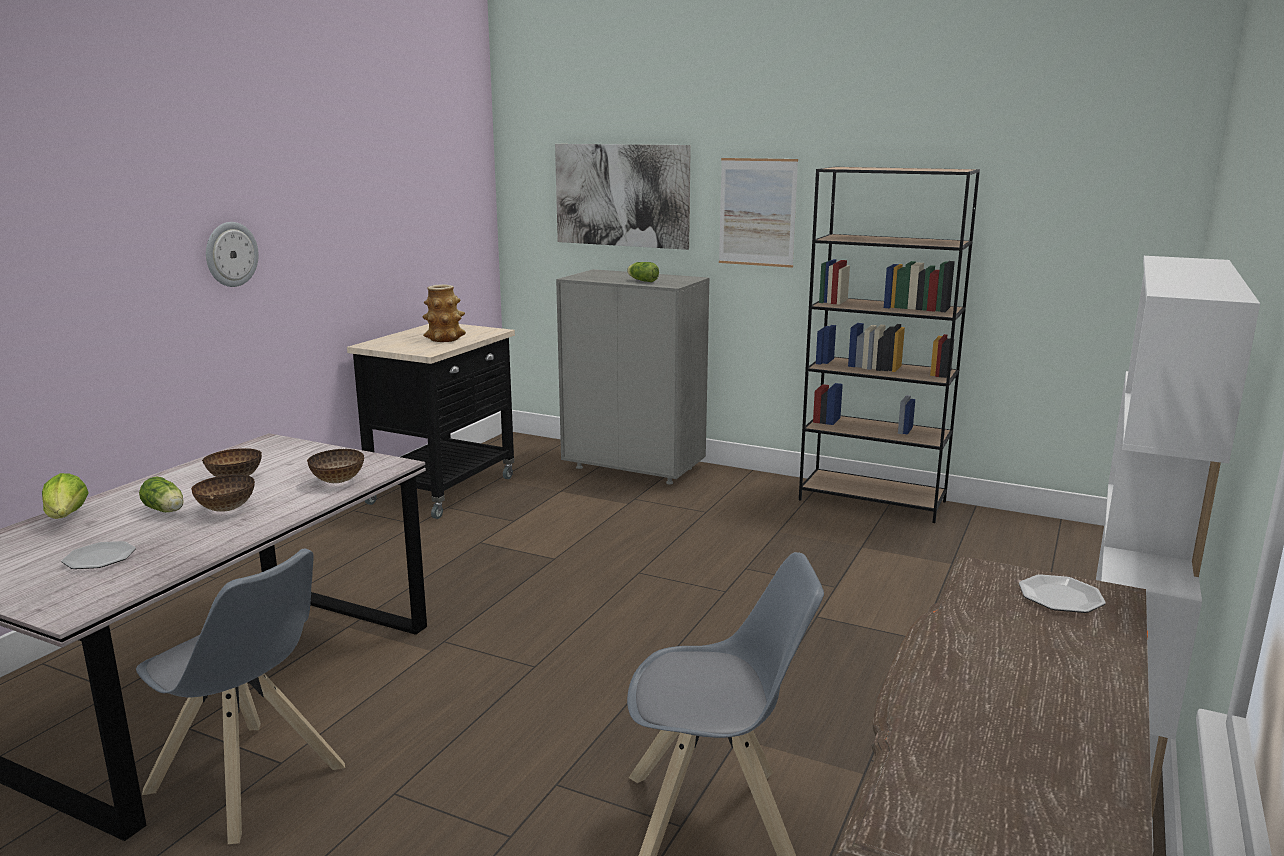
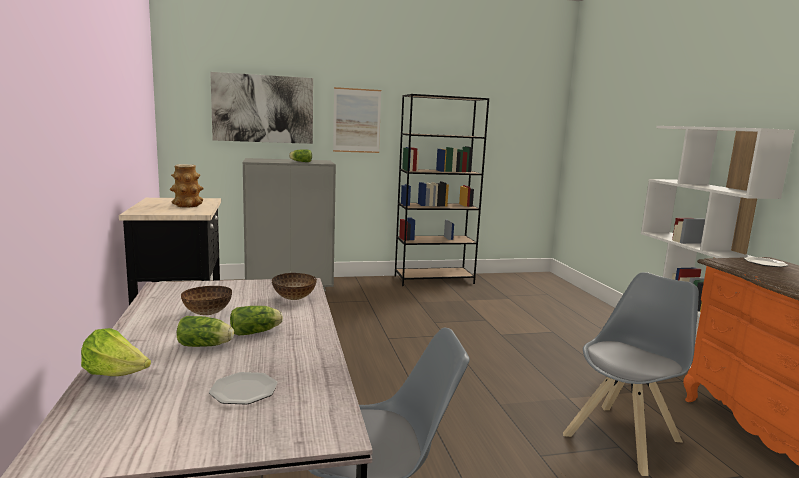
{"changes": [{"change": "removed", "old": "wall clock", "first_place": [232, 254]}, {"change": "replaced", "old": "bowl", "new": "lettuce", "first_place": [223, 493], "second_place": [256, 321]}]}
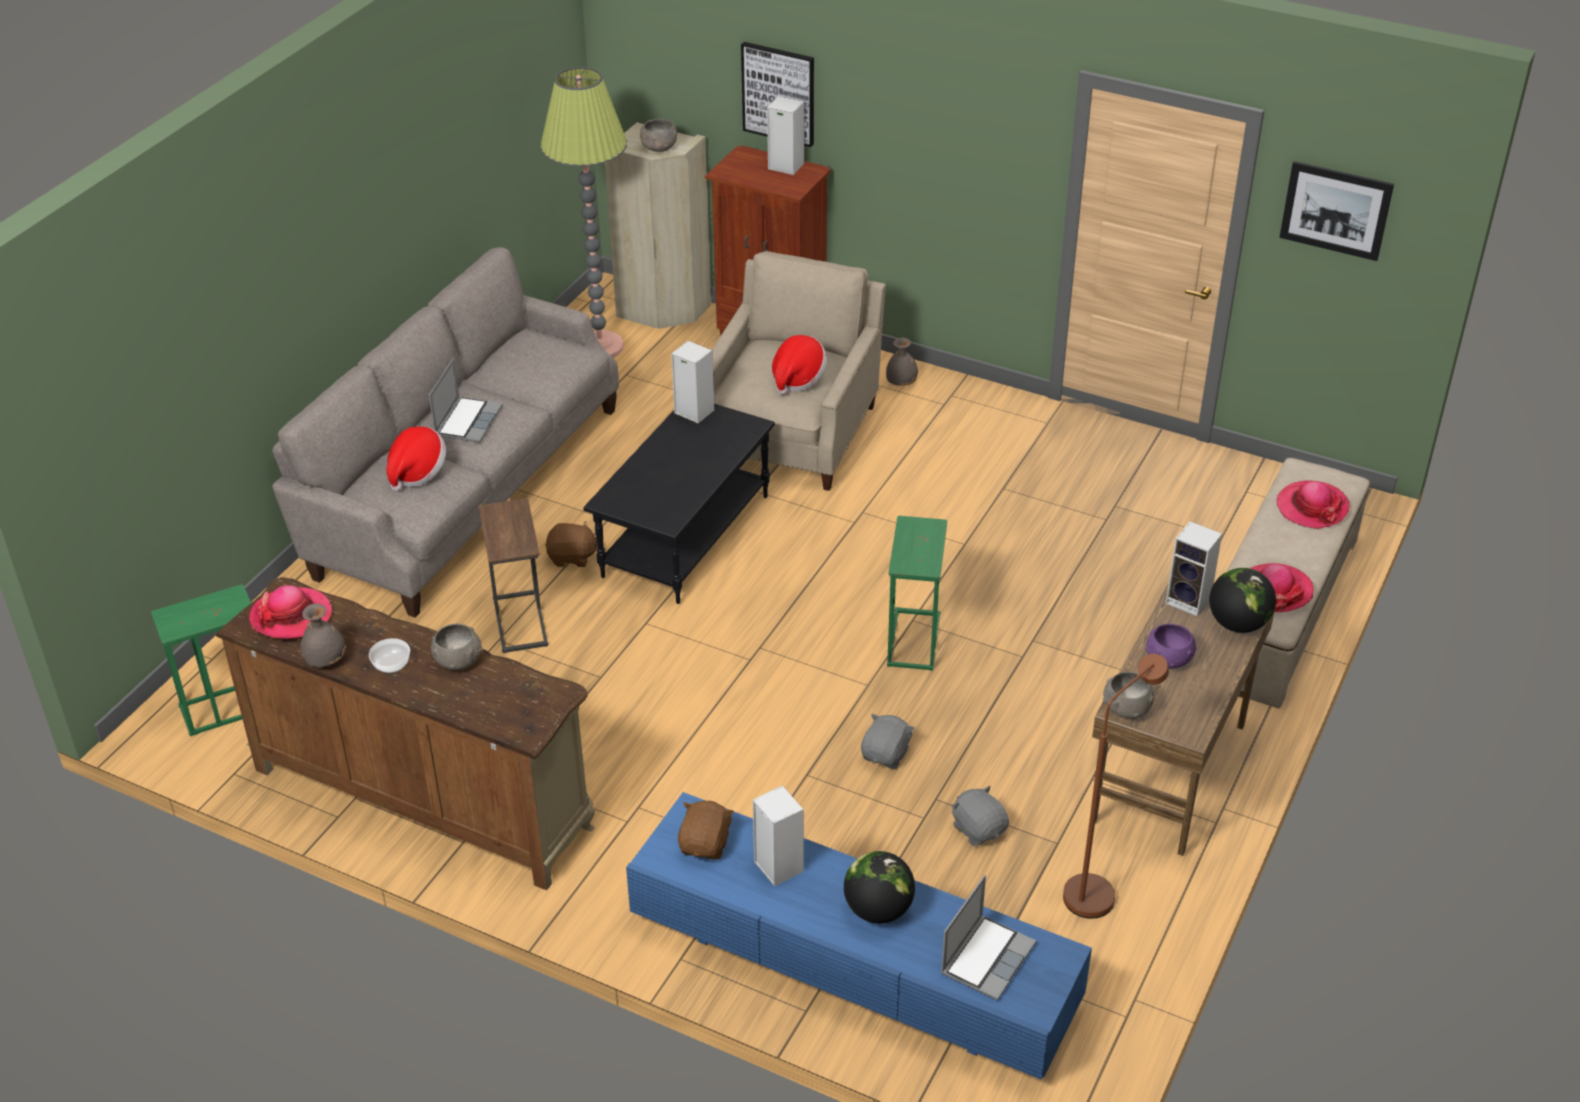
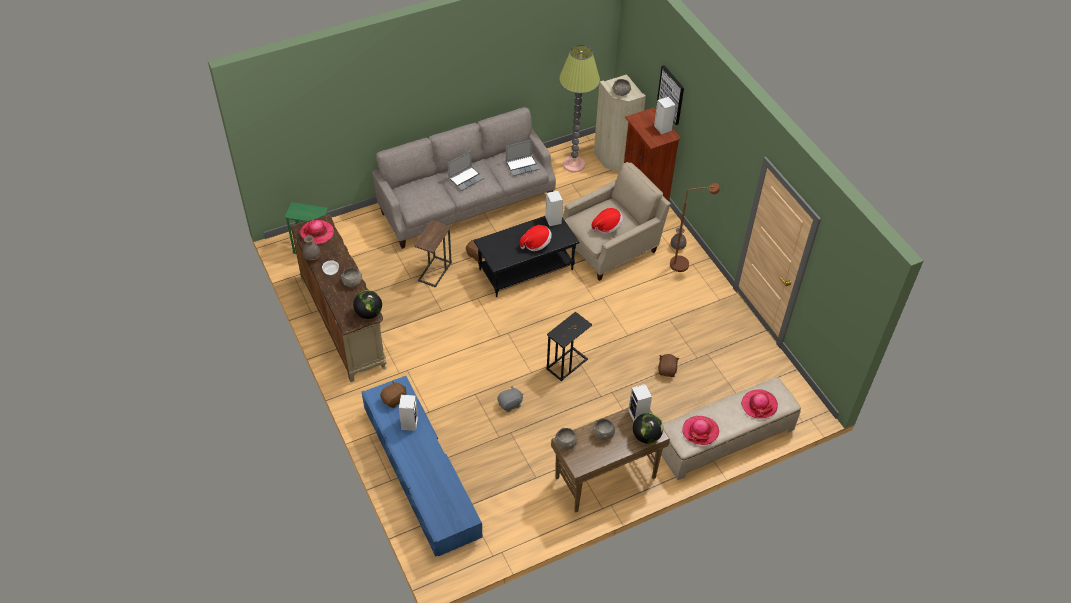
{"changes": [{"change": "removed", "old": "picture", "first_place": [1336, 211]}, {"change": "moved", "old": "hat", "first_place": [416, 458], "second_place": [536, 238]}, {"change": "recoloured", "old": "side table/green", "new": "side table/black", "first_place": [917, 593], "second_place": [569, 346]}, {"change": "recoloured", "old": "bowl/purple", "new": "bowl/grey", "first_place": [1171, 646], "second_place": [604, 429]}, {"change": "moved", "old": "floor lamp/brown", "first_place": [1116, 786], "second_place": [695, 227]}, {"change": "removed", "old": "plush toy/grey", "first_place": [980, 816]}, {"change": "moved", "old": "globe", "first_place": [879, 887], "second_place": [367, 304]}, {"change": "moved", "old": "laptop", "first_place": [988, 938], "second_place": [522, 158]}, {"change": "added", "new": "plush toy/brown", "second_place": [668, 365]}]}
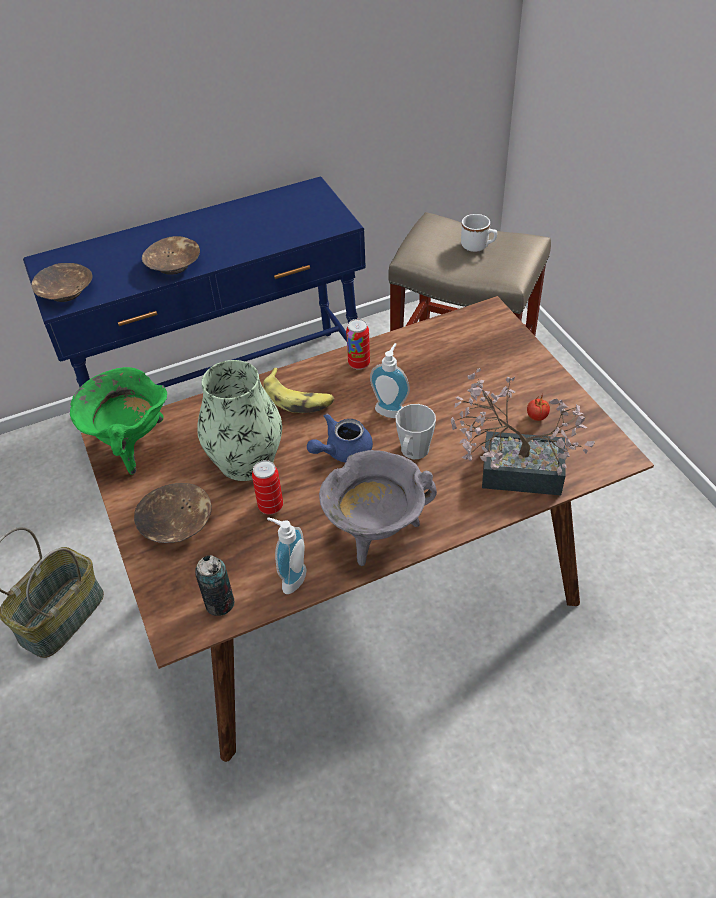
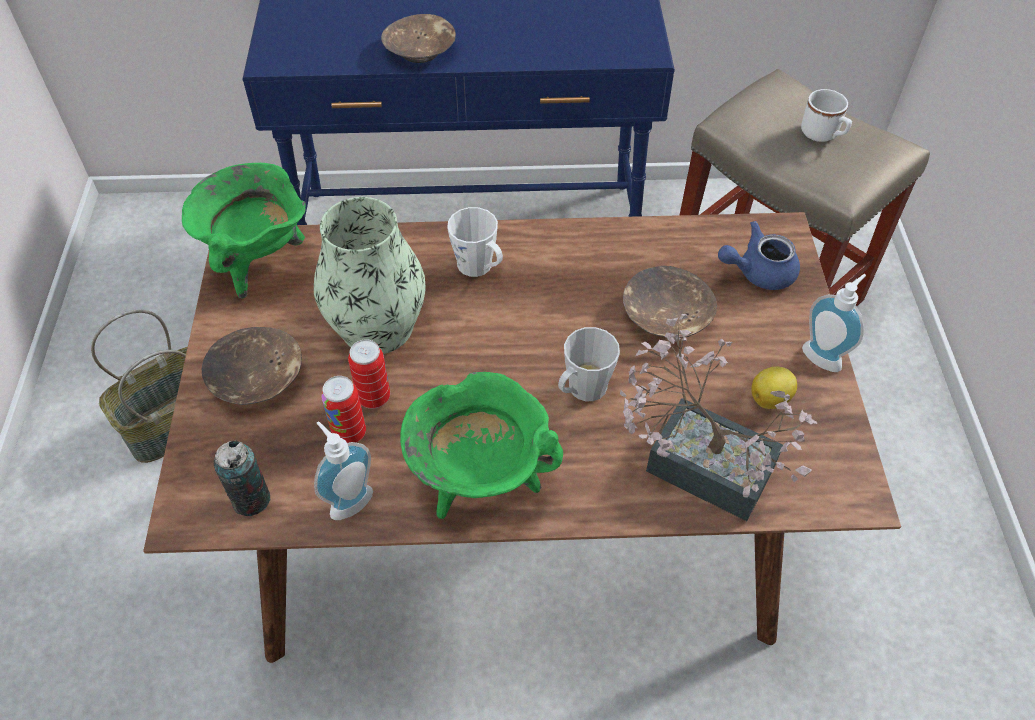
{"changes": [{"change": "moved", "old": "bowl/brown", "first_place": [62, 282], "second_place": [670, 302]}, {"change": "moved", "old": "can", "first_place": [358, 344], "second_place": [343, 409]}, {"change": "moved", "old": "soap dispenser", "first_place": [390, 380], "second_place": [834, 323]}, {"change": "replaced", "old": "banana", "new": "mug/white", "first_place": [298, 390], "second_place": [475, 242]}, {"change": "replaced", "old": "tomato", "new": "lemon", "first_place": [538, 407], "second_place": [774, 388]}, {"change": "moved", "old": "teapot/blue", "first_place": [340, 438], "second_place": [759, 255]}, {"change": "recoloured", "old": "cooking pot/grey", "new": "cooking pot/green", "first_place": [378, 508], "second_place": [481, 445]}]}
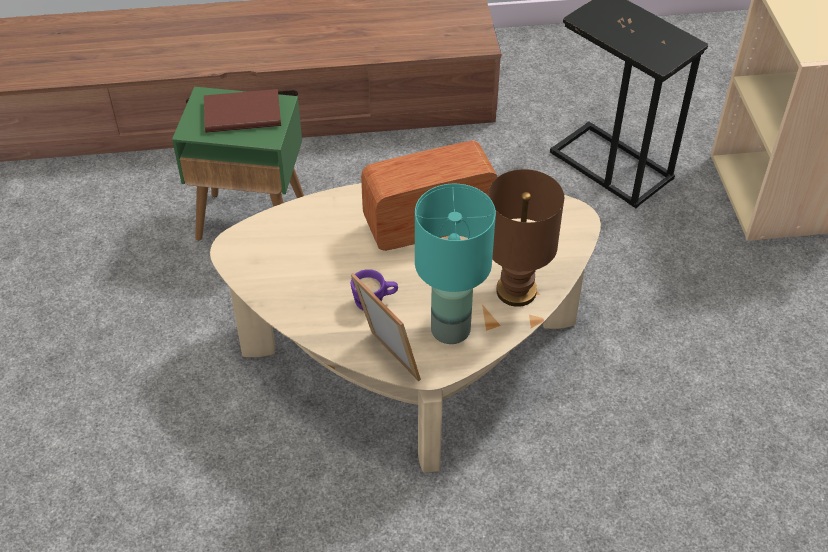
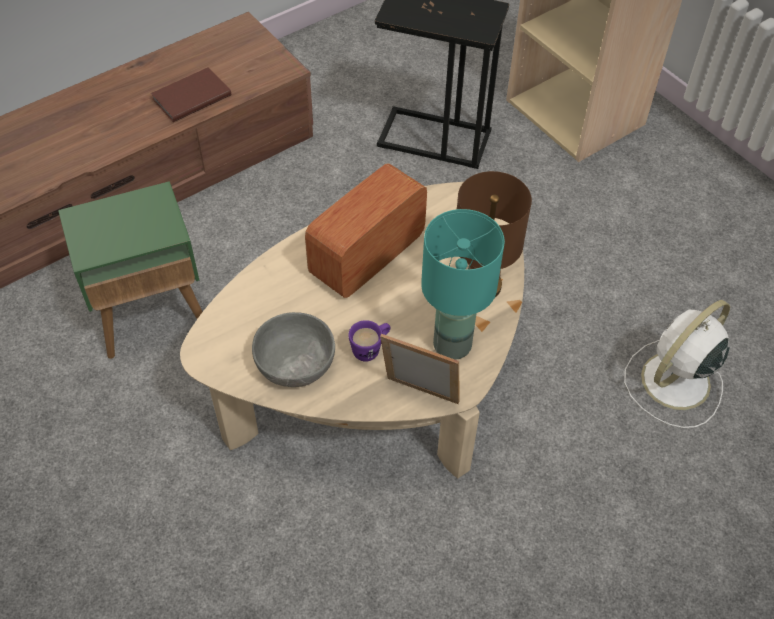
{"changes": [{"change": "moved", "old": "book/brown", "first_place": [242, 111], "second_place": [191, 94]}, {"change": "added", "new": "fan/white", "second_place": [677, 364]}, {"change": "added", "new": "bowl/grey", "second_place": [293, 349]}]}
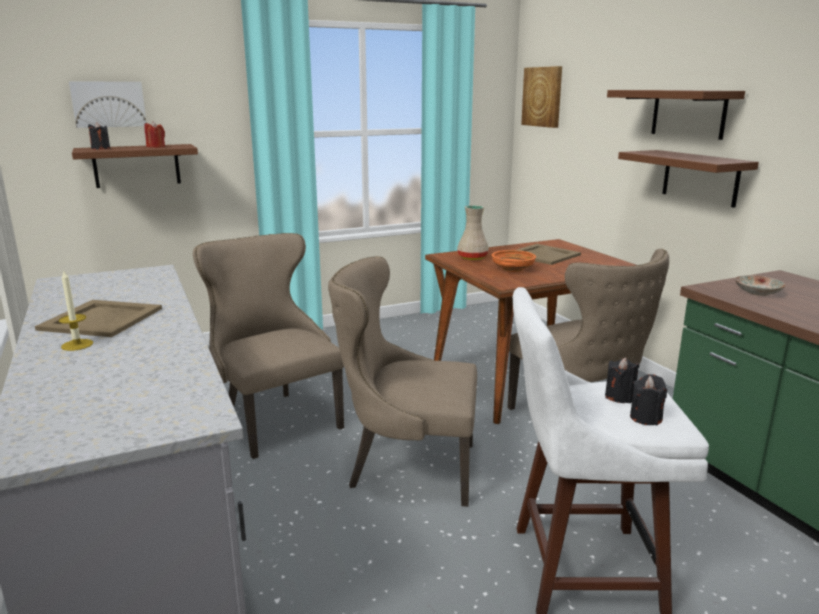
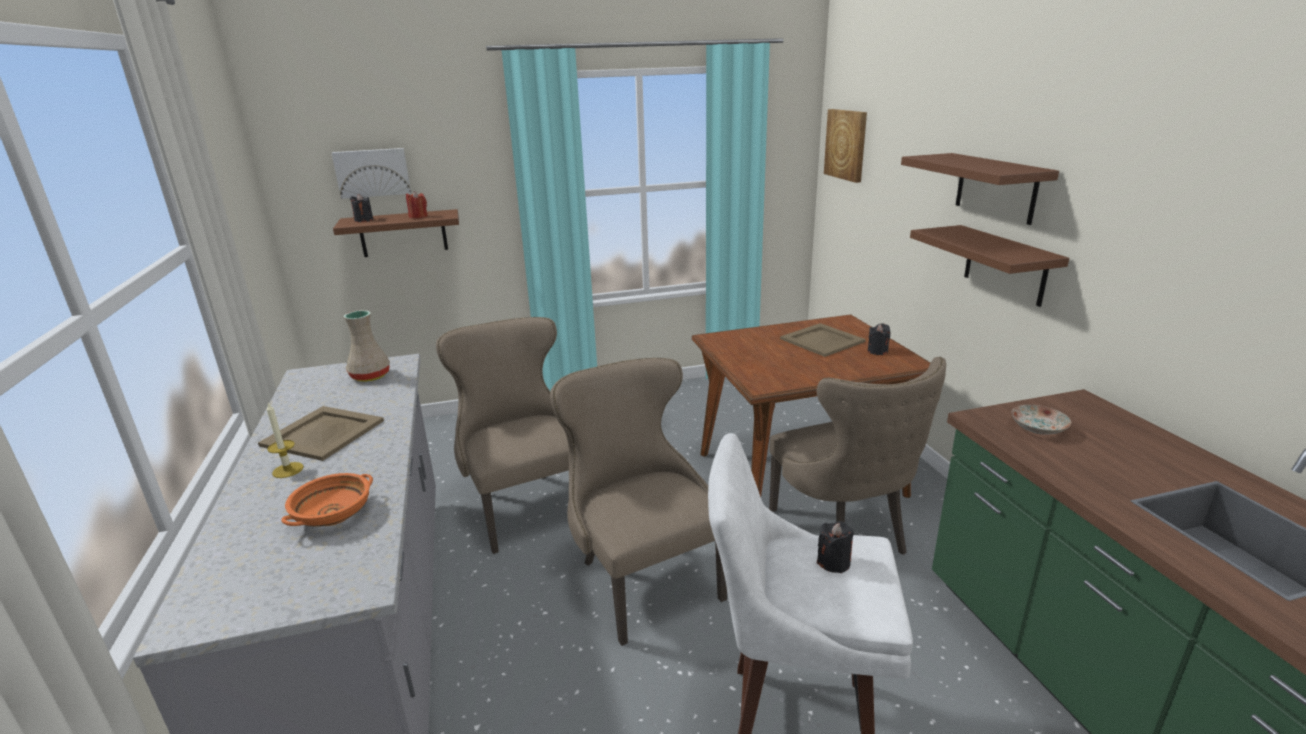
{"changes": [{"change": "moved", "old": "vase/beige", "first_place": [473, 232], "second_place": [367, 346]}, {"change": "moved", "old": "bowl/orange", "first_place": [513, 261], "second_place": [327, 500]}, {"change": "turned", "old": "chair/beige", "first_place": [402, 381], "second_place": [638, 502], "degrees": 45}, {"change": "moved", "old": "candle/black", "first_place": [648, 399], "second_place": [879, 339]}]}
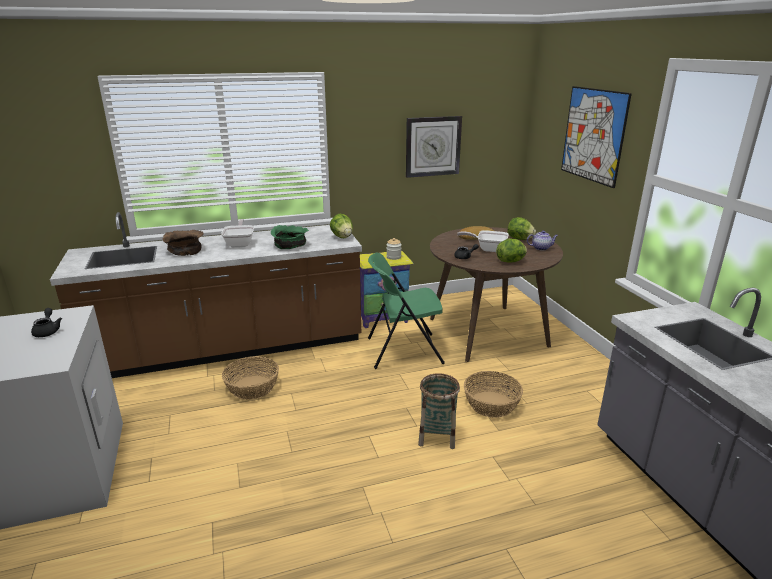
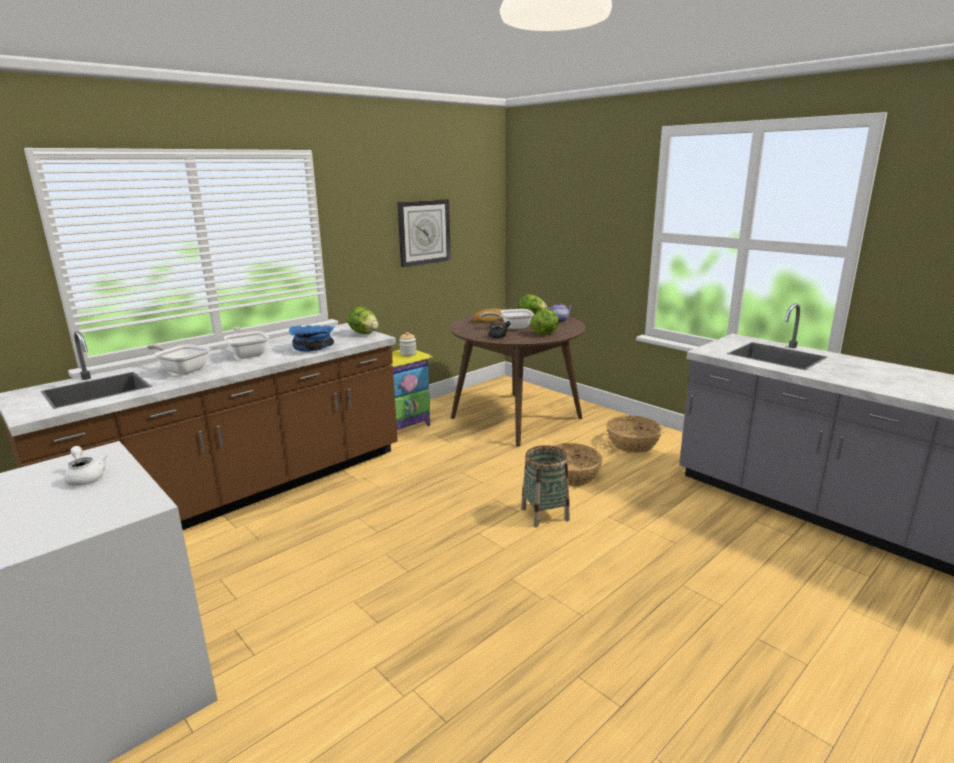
{"changes": [{"change": "removed", "old": "picture", "first_place": [596, 137]}, {"change": "recoloured", "old": "bowl/green", "new": "bowl/blue", "first_place": [290, 237], "second_place": [312, 338]}, {"change": "replaced", "old": "bowl/brown", "new": "frying pan", "first_place": [183, 243], "second_place": [178, 359]}, {"change": "removed", "old": "chair/green", "first_place": [406, 311]}, {"change": "recoloured", "old": "teapot/black", "new": "teapot/white", "first_place": [46, 322], "second_place": [86, 466]}, {"change": "moved", "old": "basket", "first_place": [250, 378], "second_place": [634, 434]}]}
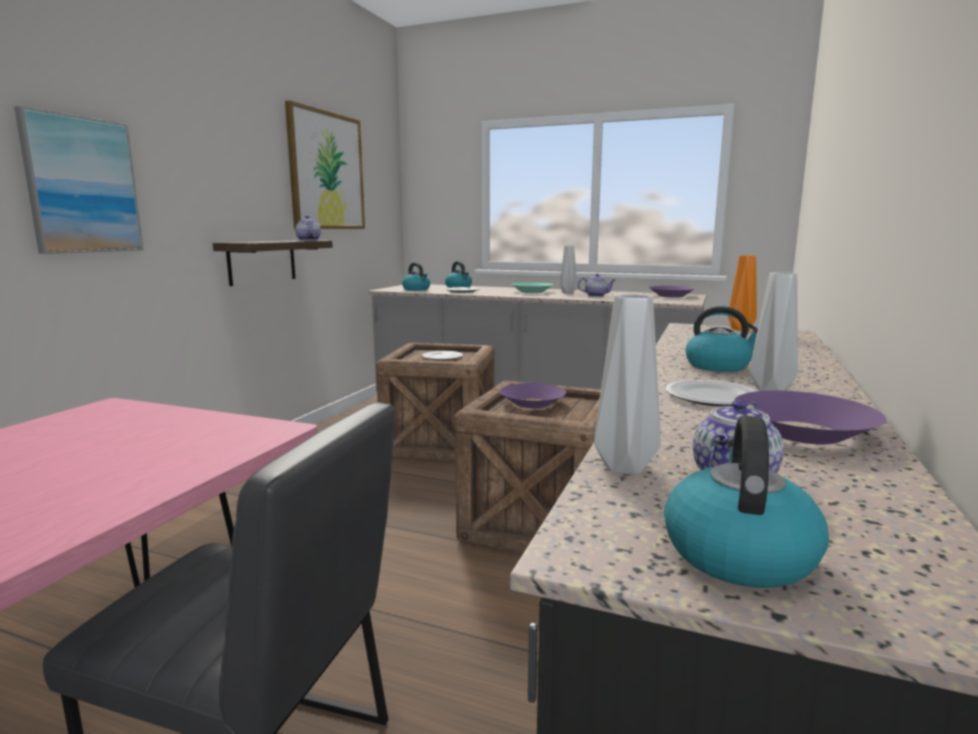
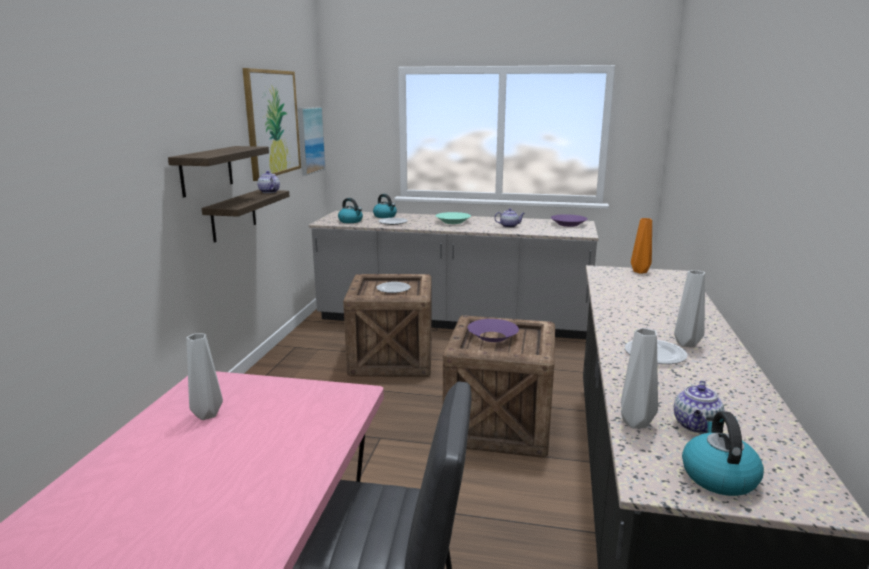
{"changes": [{"change": "moved", "old": "picture", "first_place": [78, 180], "second_place": [312, 141]}, {"change": "moved", "old": "vase/grey", "first_place": [568, 269], "second_place": [204, 376]}, {"change": "removed", "old": "kettle", "first_place": [721, 339]}, {"change": "removed", "old": "bowl/purple", "first_place": [810, 417]}, {"change": "added", "new": "shelf", "second_place": [218, 172]}]}
